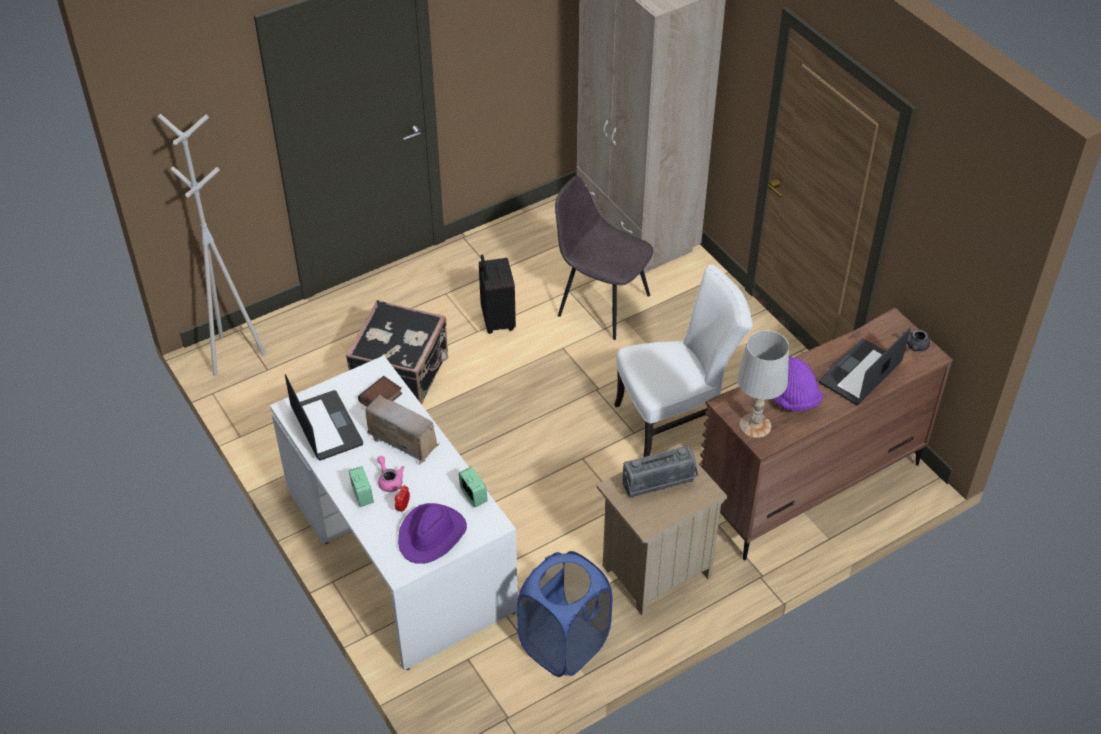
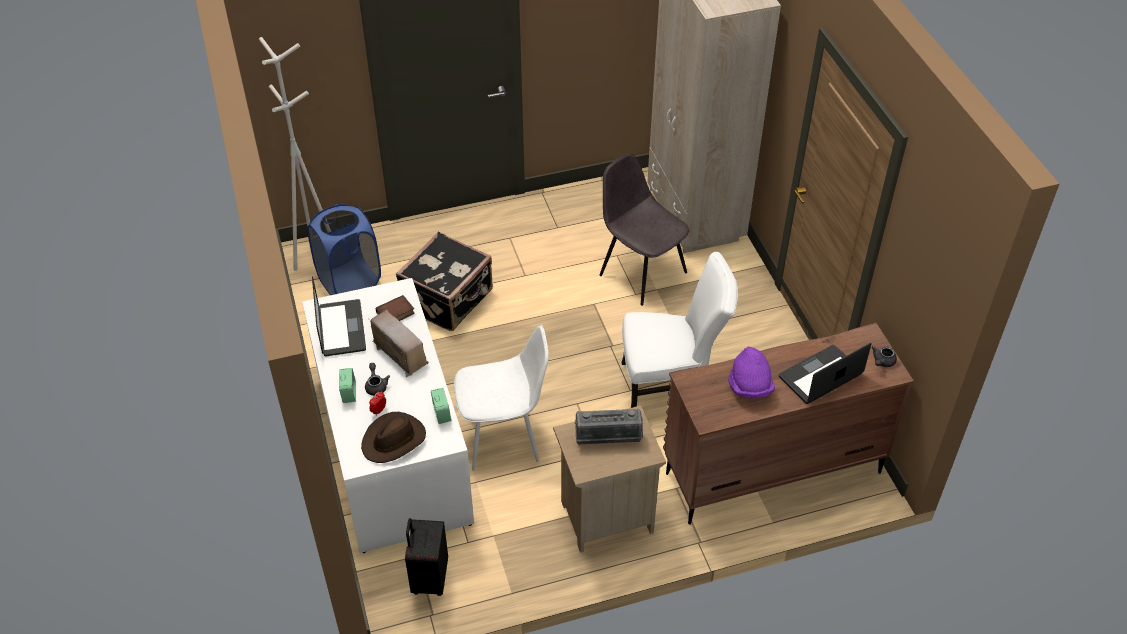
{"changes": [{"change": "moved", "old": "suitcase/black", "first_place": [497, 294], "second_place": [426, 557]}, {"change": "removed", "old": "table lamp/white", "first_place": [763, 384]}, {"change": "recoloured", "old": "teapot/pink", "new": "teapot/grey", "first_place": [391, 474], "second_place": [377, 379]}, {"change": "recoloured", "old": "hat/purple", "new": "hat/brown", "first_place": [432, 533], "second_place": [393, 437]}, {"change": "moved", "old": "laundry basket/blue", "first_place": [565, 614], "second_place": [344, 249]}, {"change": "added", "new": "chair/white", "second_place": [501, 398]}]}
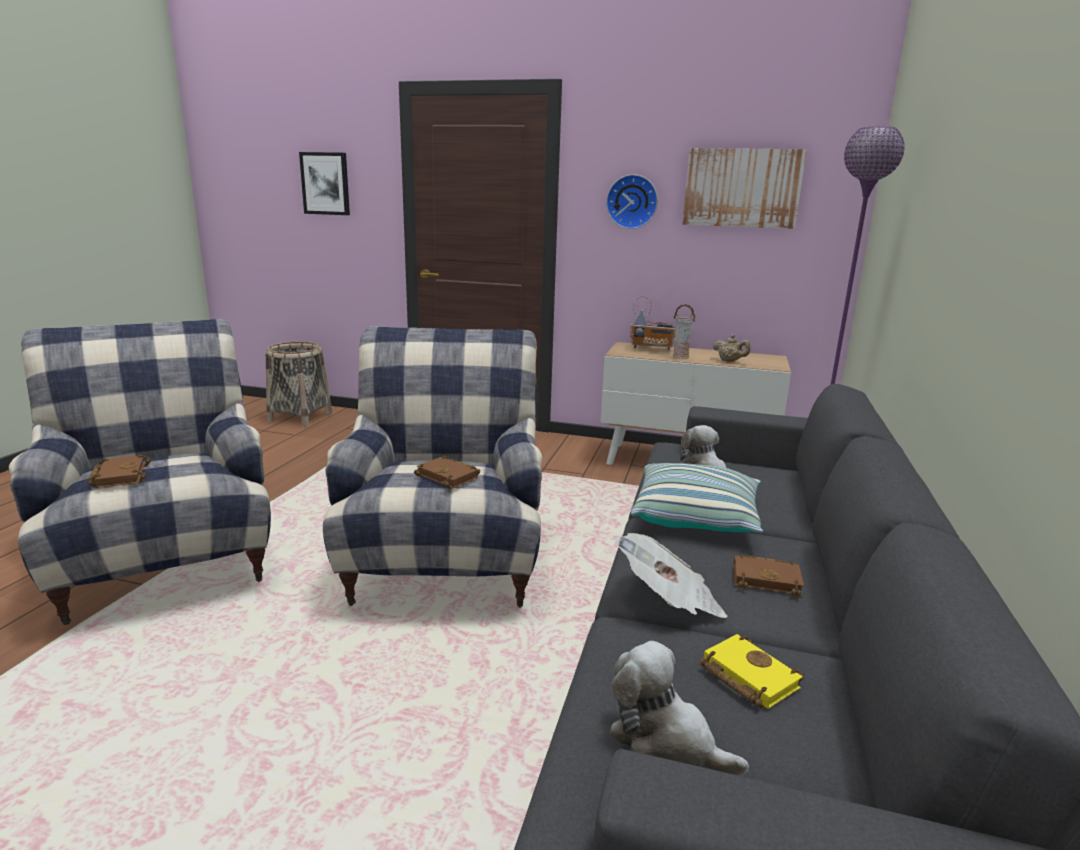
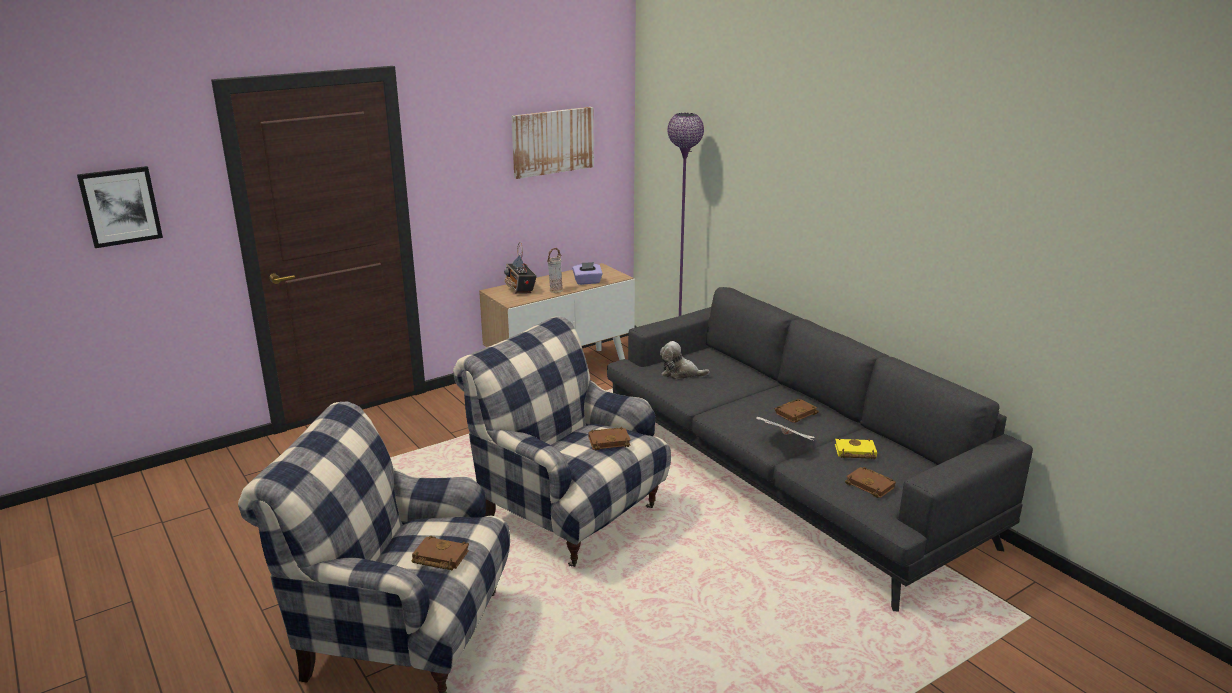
{"changes": [{"change": "removed", "old": "wall clock", "first_place": [632, 201]}, {"change": "turned", "old": "radio", "first_place": [653, 323], "second_place": [520, 268], "degrees": 105}, {"change": "replaced", "old": "teapot/beige", "new": "tissue box/purple", "first_place": [731, 348], "second_place": [587, 273]}, {"change": "removed", "old": "basket", "first_place": [299, 383]}, {"change": "removed", "old": "pillow", "first_place": [697, 498]}, {"change": "replaced", "old": "plush toy", "new": "book/brown", "first_place": [679, 708], "second_place": [870, 482]}]}
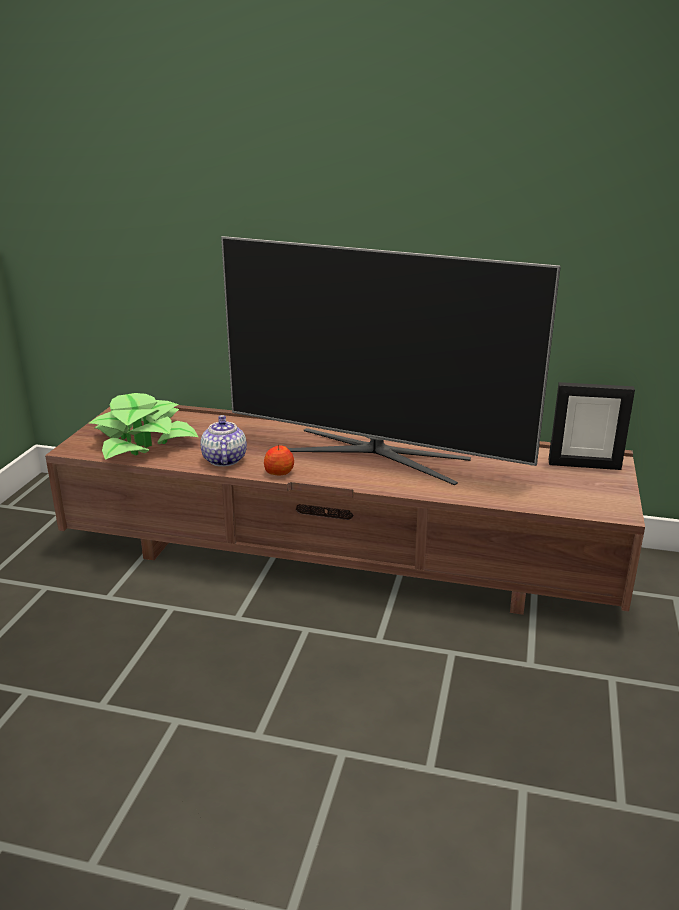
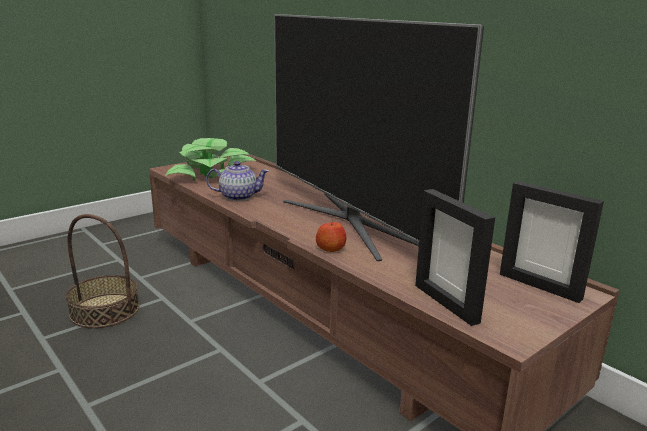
{"changes": [{"change": "turned", "old": "teapot", "first_place": [223, 441], "second_place": [237, 181], "degrees": 60}, {"change": "moved", "old": "apple", "first_place": [279, 459], "second_place": [331, 236]}, {"change": "added", "new": "picture frame", "second_place": [455, 257]}, {"change": "added", "new": "basket", "second_place": [103, 271]}]}
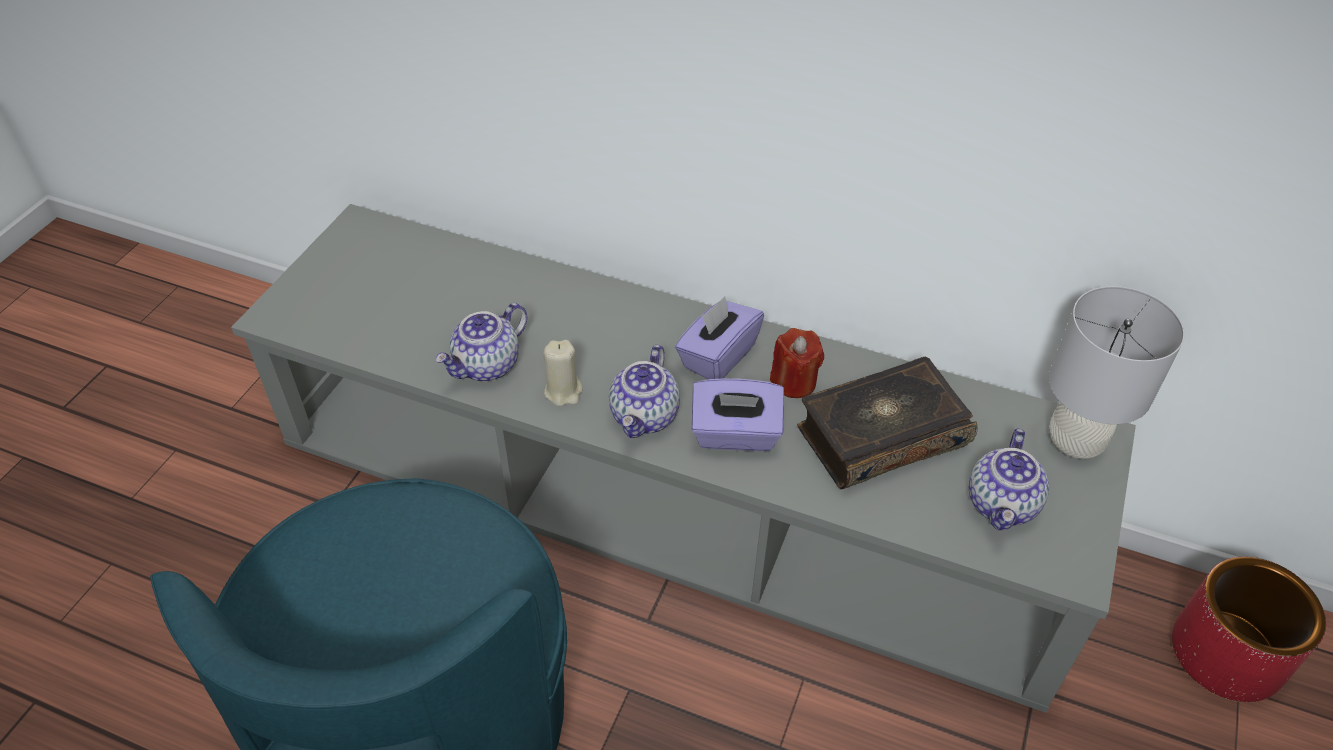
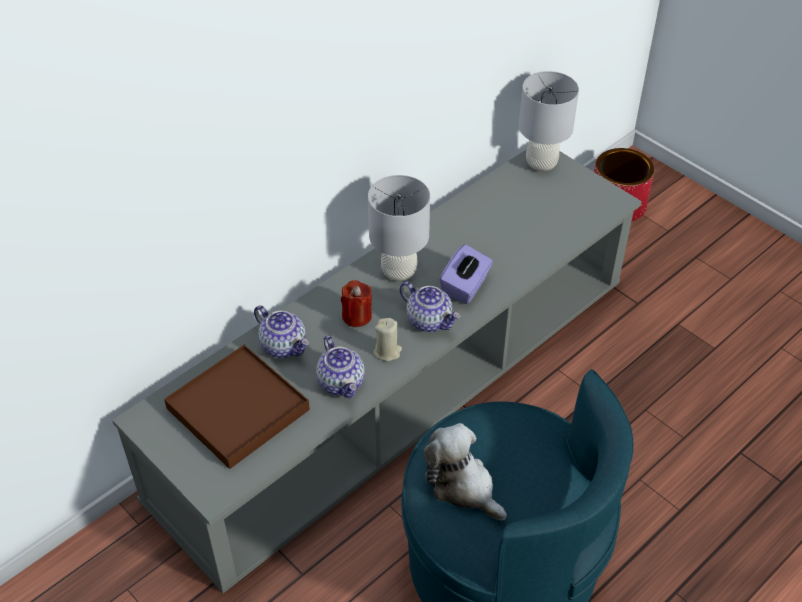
{"changes": [{"change": "replaced", "old": "tissue box/purple", "new": "table lamp/grey", "first_place": [719, 337], "second_place": [399, 228]}, {"change": "moved", "old": "candle/red", "first_place": [797, 363], "second_place": [356, 303]}, {"change": "removed", "old": "book", "first_place": [887, 423]}, {"change": "moved", "old": "teapot", "first_place": [1009, 479], "second_place": [281, 331]}, {"change": "added", "new": "tray/brown", "second_place": [237, 407]}, {"change": "added", "new": "plush toy", "second_place": [465, 472]}]}
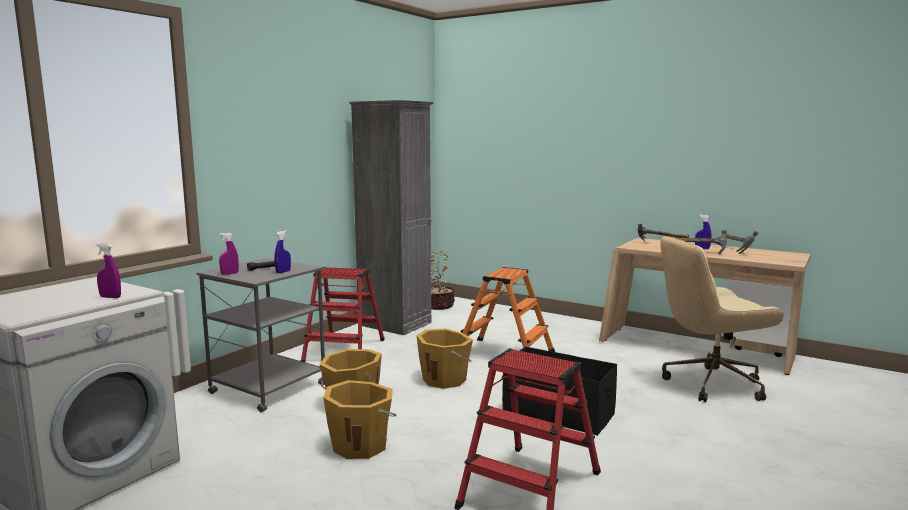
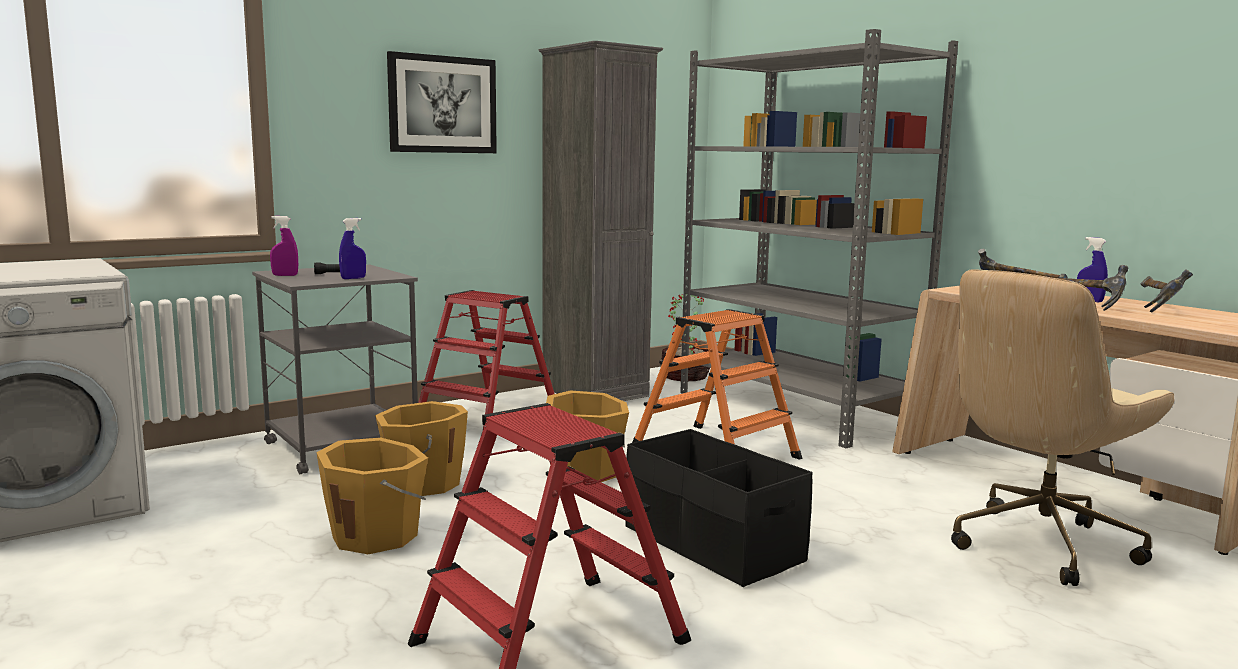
{"changes": [{"change": "turned", "old": "office chair/beige", "first_place": [722, 319], "second_place": [1062, 427], "degrees": -45}, {"change": "removed", "old": "spray bottle/purple", "first_place": [108, 270]}, {"change": "added", "new": "bookcase/grey", "second_place": [819, 238]}, {"change": "added", "new": "picture", "second_place": [442, 102]}]}
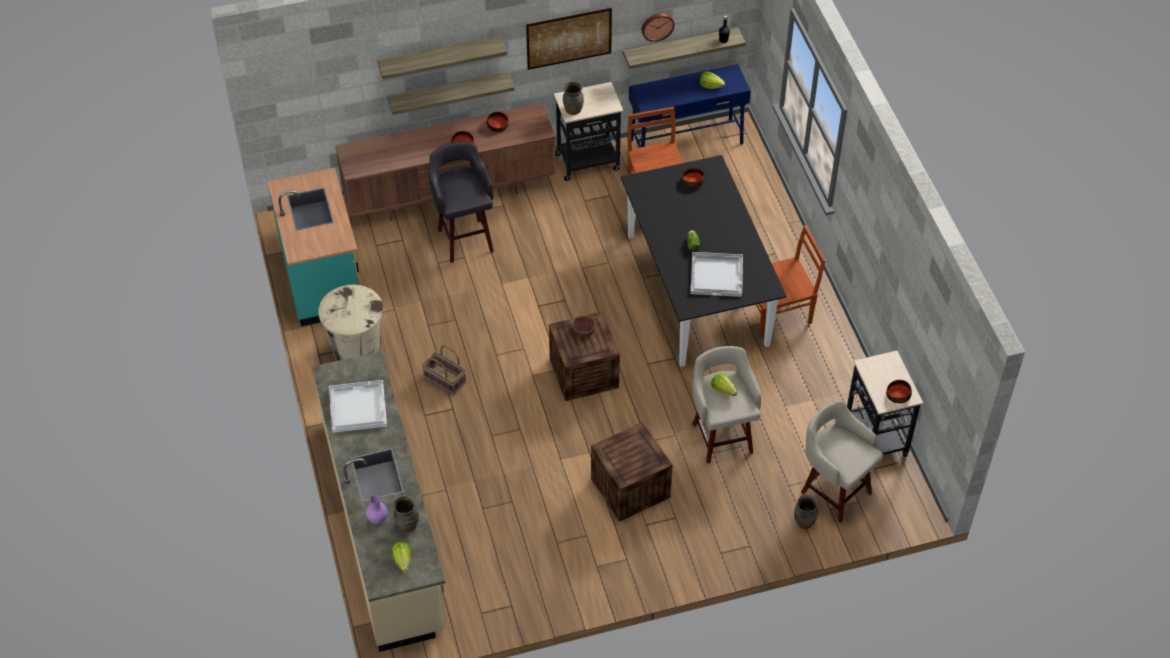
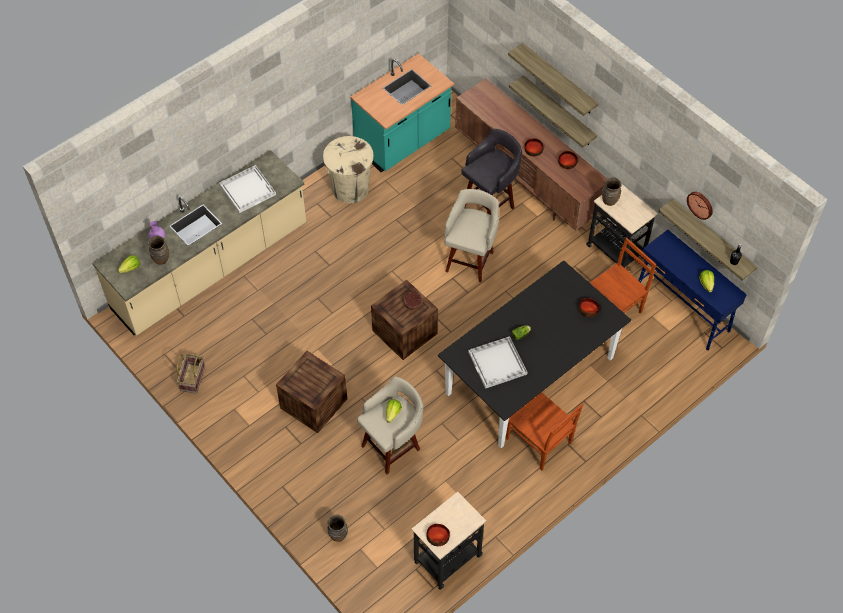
{"changes": [{"change": "removed", "old": "picture", "first_place": [569, 39]}, {"change": "moved", "old": "basket", "first_place": [444, 370], "second_place": [190, 374]}, {"change": "moved", "old": "stool/beige", "first_place": [842, 461], "second_place": [471, 235]}]}
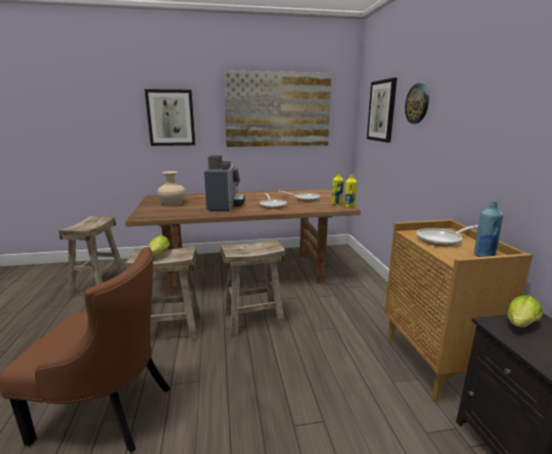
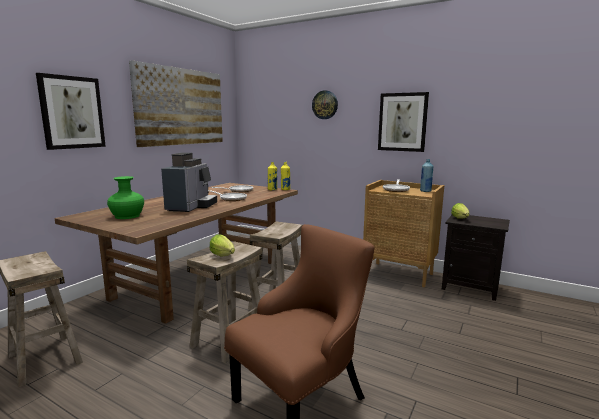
{"changes": [{"change": "moved", "old": "picture", "first_place": [382, 110], "second_place": [403, 122]}, {"change": "turned", "old": "coffee machine", "first_place": [224, 183], "second_place": [189, 182], "degrees": 60}, {"change": "recoloured", "old": "vase/beige", "new": "vase/green", "first_place": [171, 188], "second_place": [125, 197]}]}
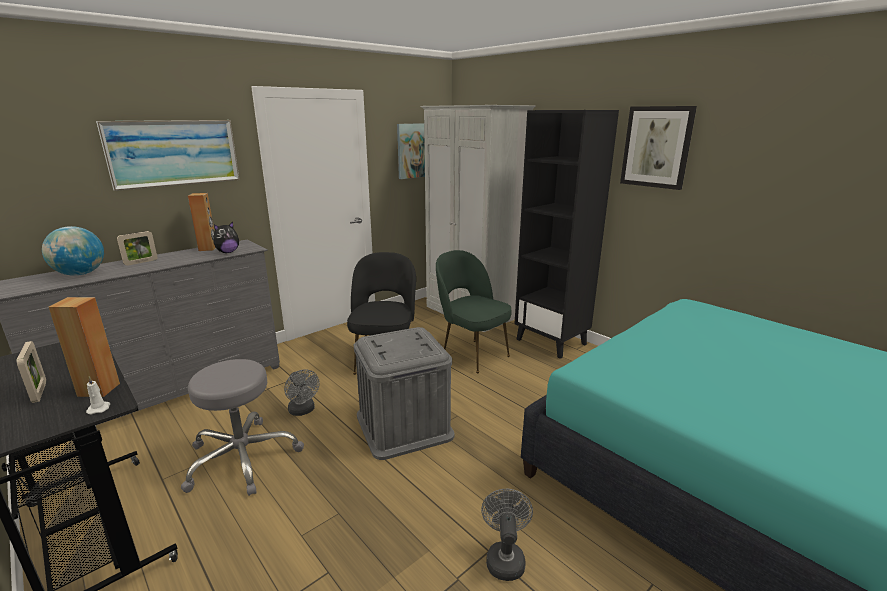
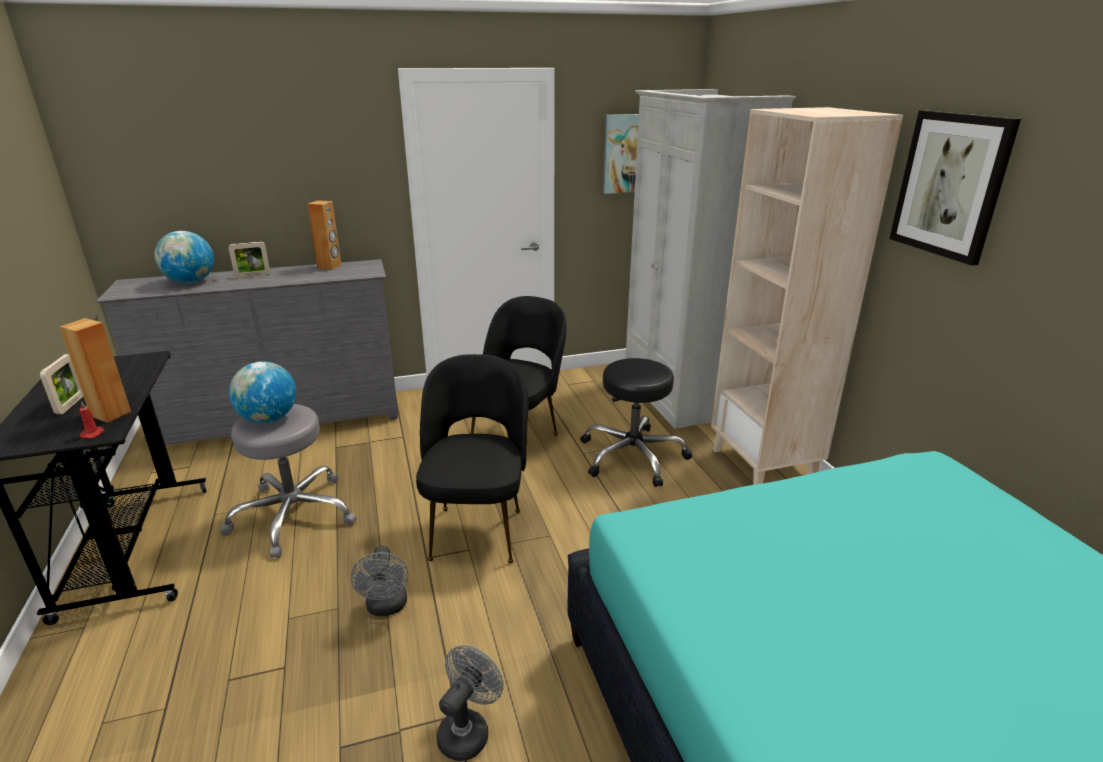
{"changes": [{"change": "recoloured", "old": "bookcase/black", "new": "bookcase/beige", "first_place": [566, 234], "second_place": [807, 296]}, {"change": "removed", "old": "picture", "first_place": [168, 155]}, {"change": "removed", "old": "plush toy", "first_place": [226, 237]}, {"change": "replaced", "old": "chair/green", "new": "stool/black", "first_place": [474, 311], "second_place": [636, 422]}, {"change": "replaced", "old": "storage box/grey", "new": "chair/black", "first_place": [404, 393], "second_place": [472, 458]}, {"change": "moved", "old": "fan/grey", "first_place": [302, 392], "second_place": [380, 581]}, {"change": "recoloured", "old": "candle/white", "new": "candle/red", "first_place": [98, 395], "second_place": [92, 420]}, {"change": "added", "new": "globe", "second_place": [262, 392]}]}
